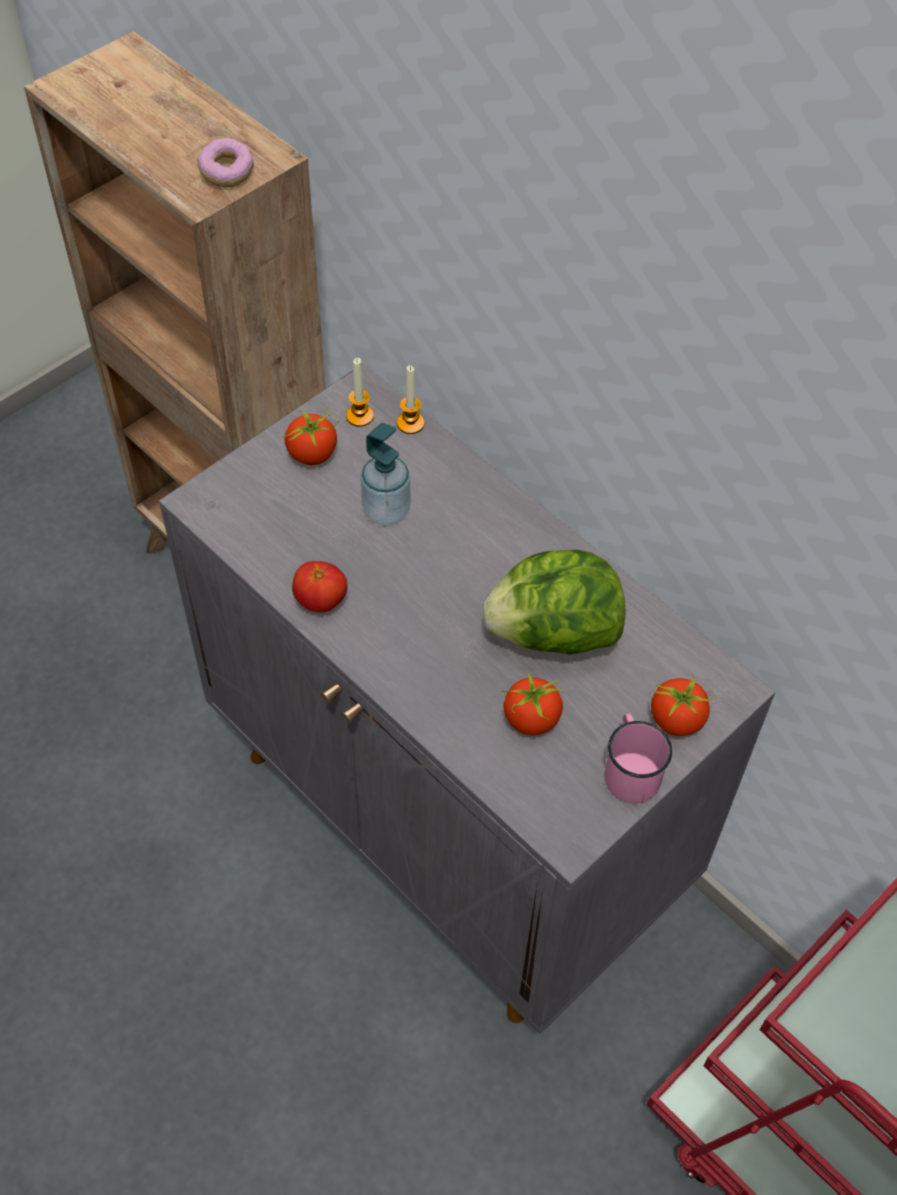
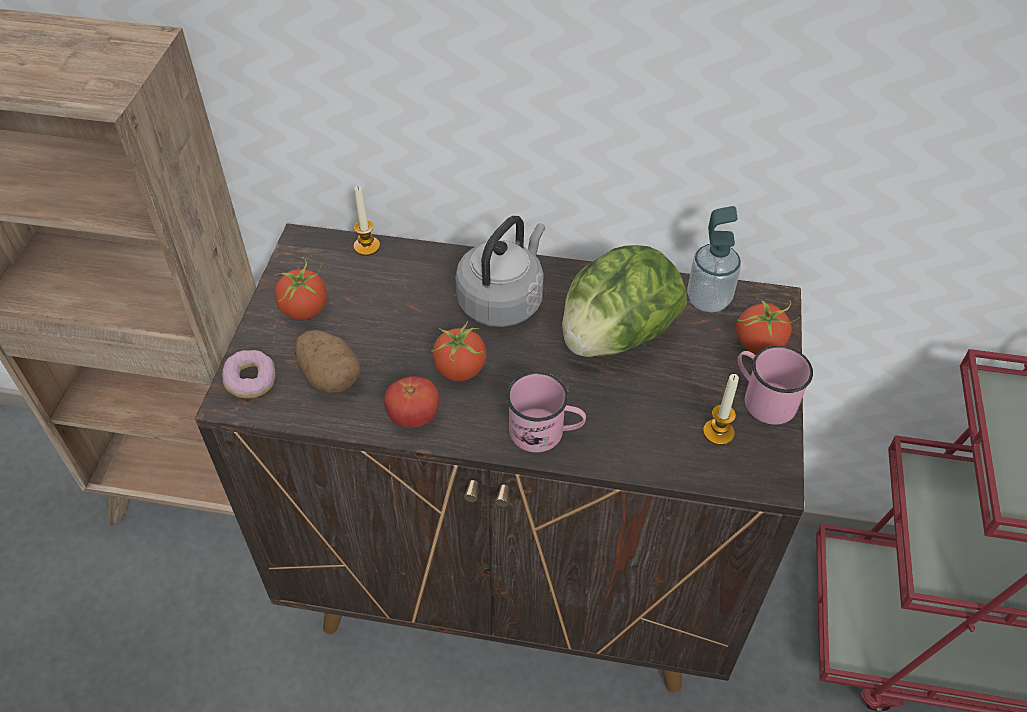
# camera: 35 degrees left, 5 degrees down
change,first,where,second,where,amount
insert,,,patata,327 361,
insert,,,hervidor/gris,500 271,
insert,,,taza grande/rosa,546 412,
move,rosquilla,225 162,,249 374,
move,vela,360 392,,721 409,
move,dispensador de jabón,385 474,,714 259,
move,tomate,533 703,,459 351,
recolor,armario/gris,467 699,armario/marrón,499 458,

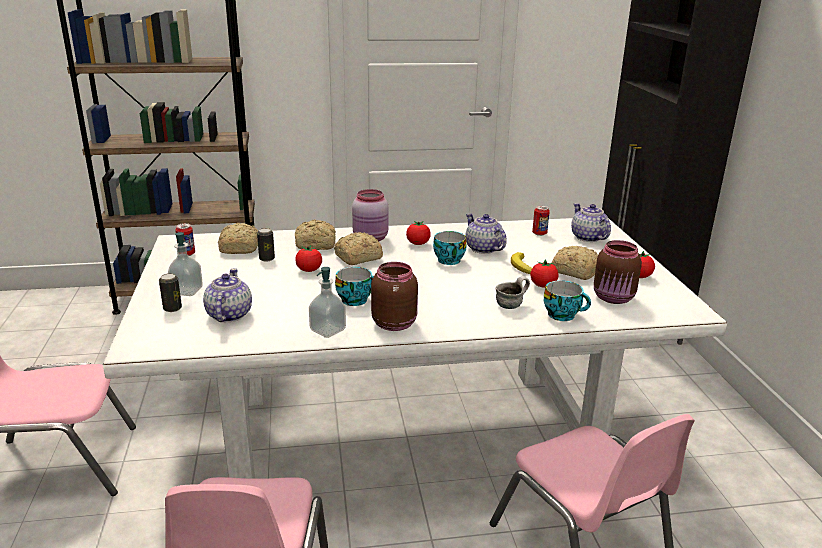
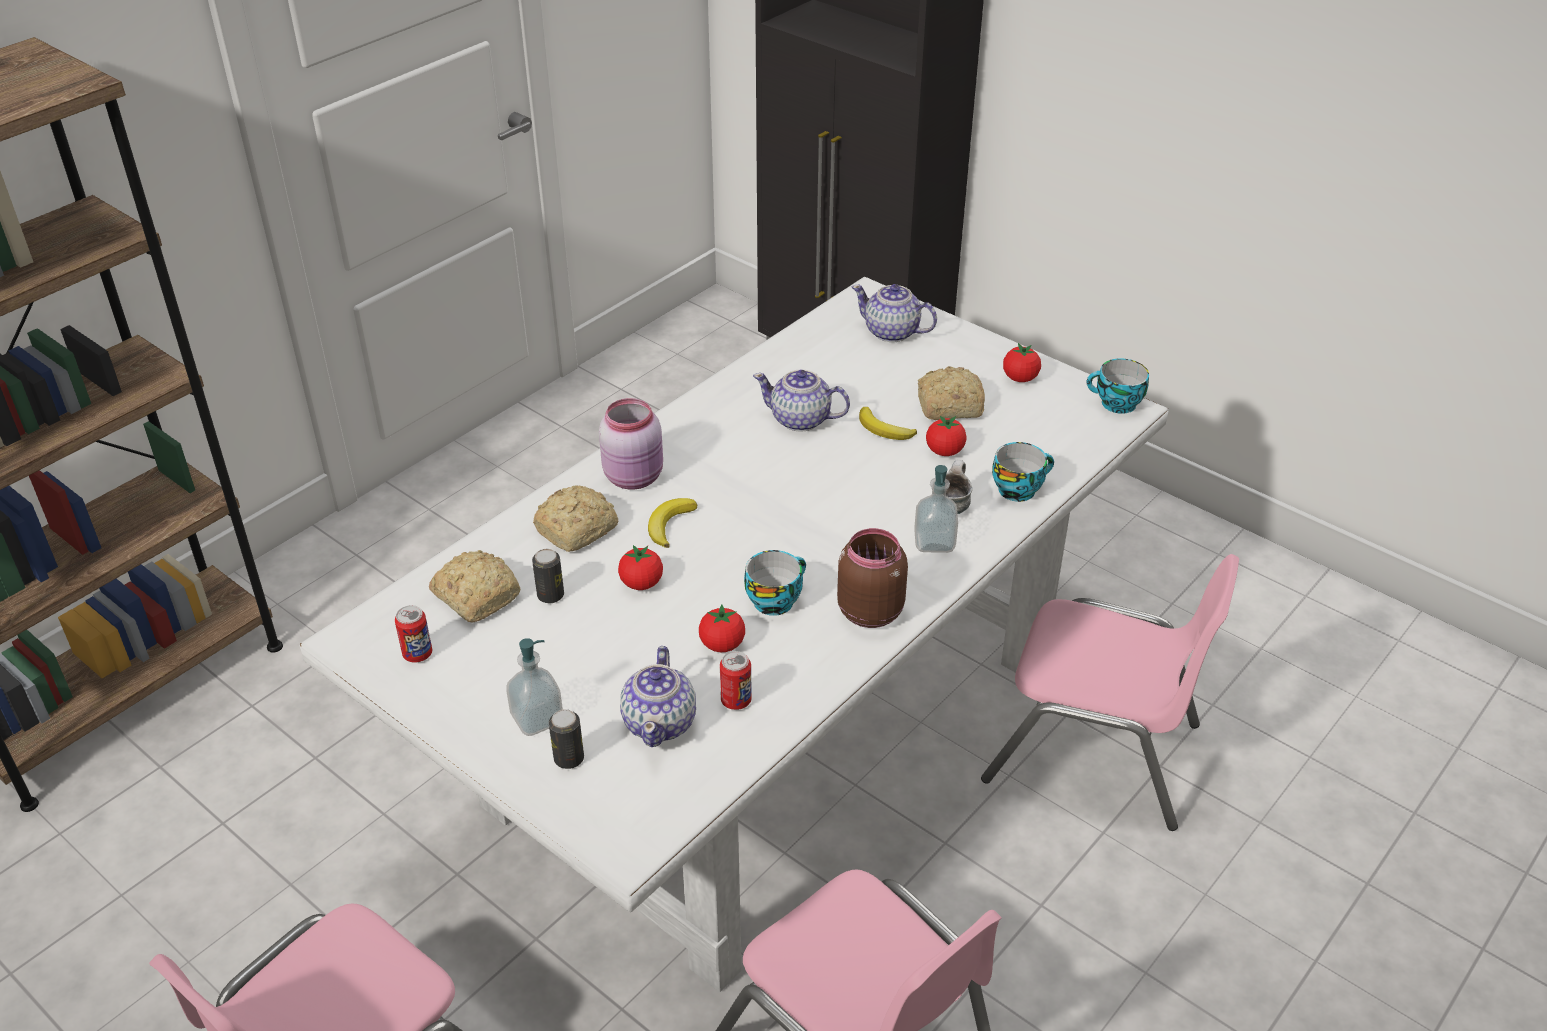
# camera: 40 degrees left, 15 degrees up
change,first,where,second,where,amount
delete,tarro/marrón,618 272,,,
move,dispensador de jabón,327 302,,936 509,
move,tomate,418 233,,722 628,
move,taza,450 248,,1117 386,
move,lata,541 220,,736 680,
replace,pan,358 248,plátano,672 523,
rotate,tetera,227 295,,658 696,135 degrees counterclockwise

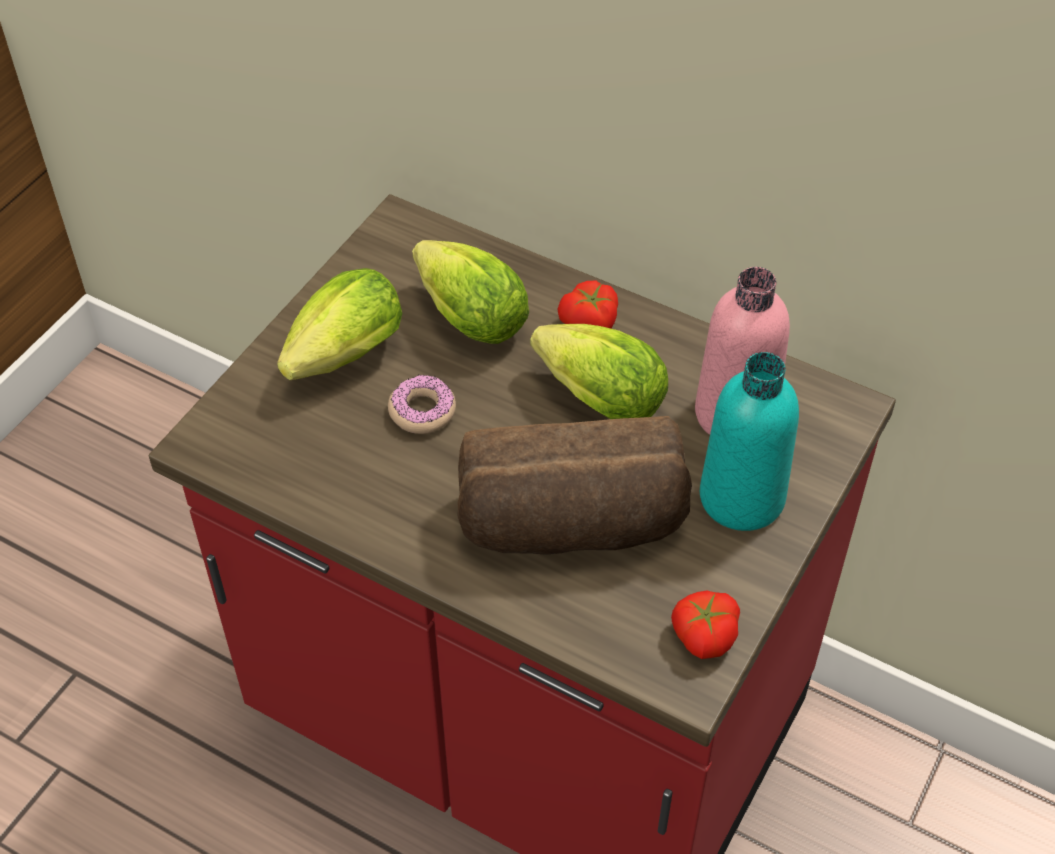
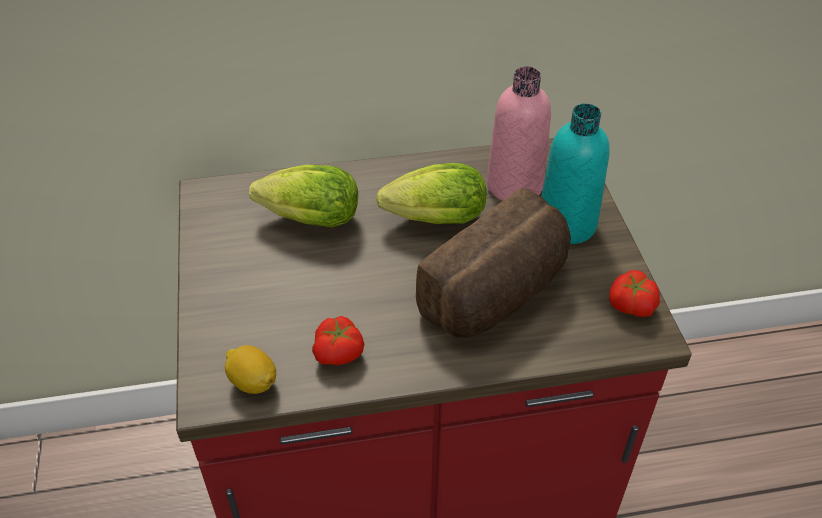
# camera: 40 degrees left, 5 degrees down
change,first,where,second,where,amount
delete,lechuga,339 324,,,
delete,rosquilla,422 404,,,
insert,,,limón,250 369,
move,tomate,587 304,,338 340,

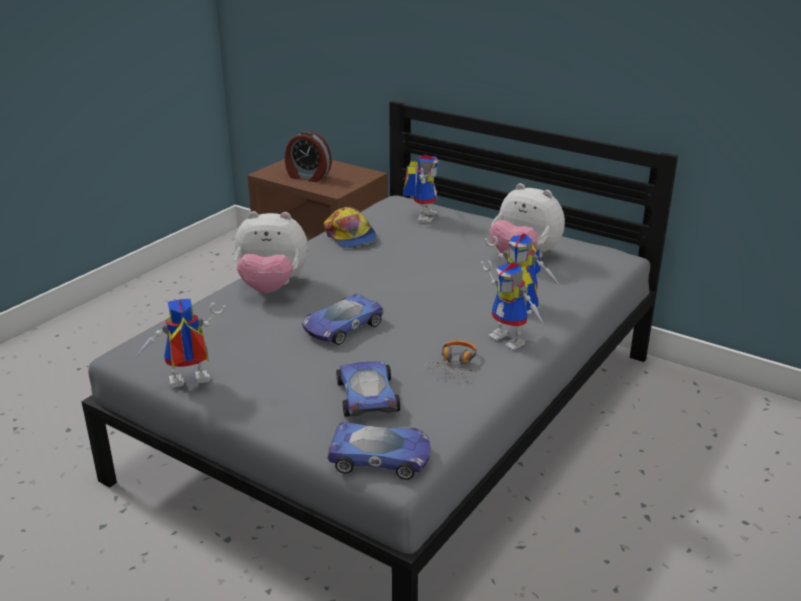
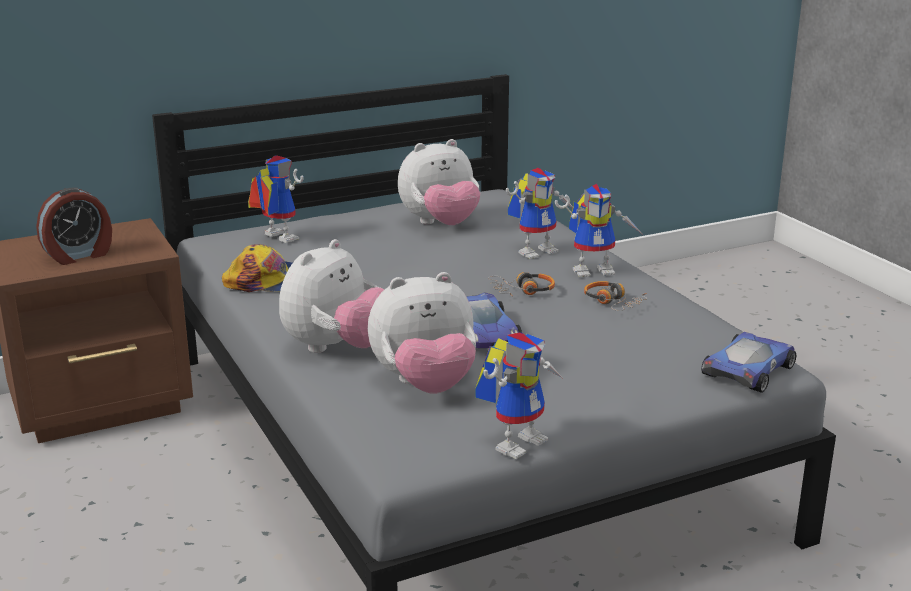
# camera: 60 degrees left, 5 degrees down
change,first,where,second,where,amount
delete,coche de juguete,368 389,,,
insert,,,peluche,422 332,
insert,,,auriculares,521 284,
rotate,robot de juguete,179 343,,518 395,150 degrees counterclockwise

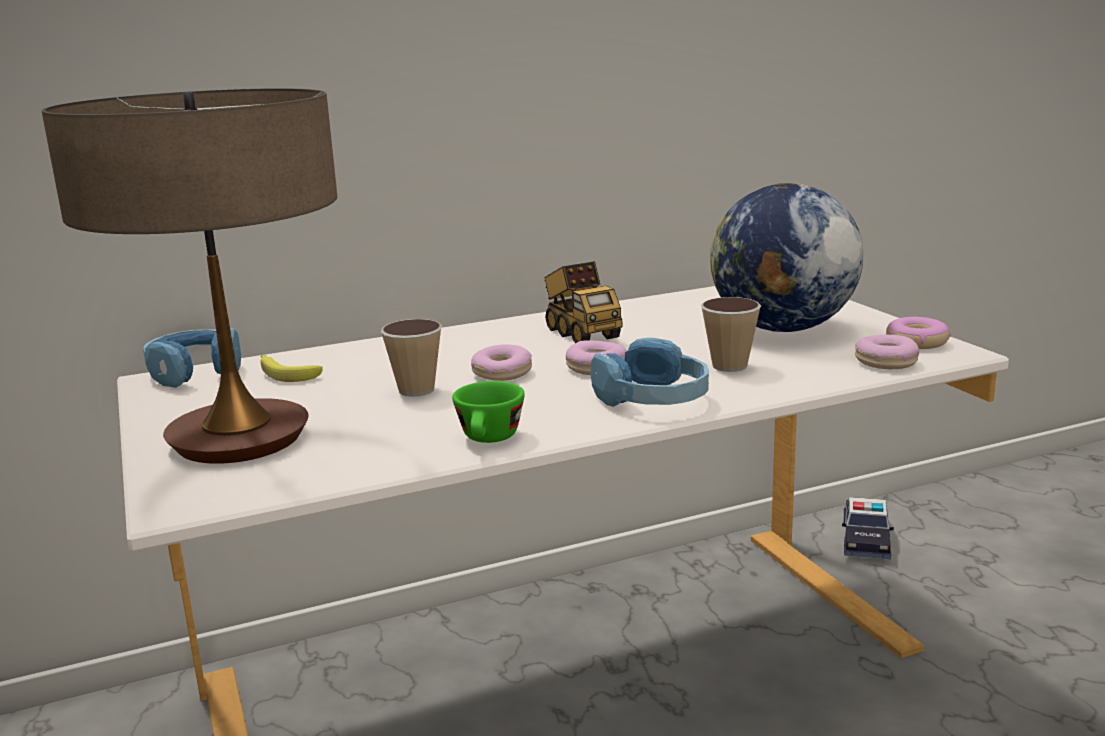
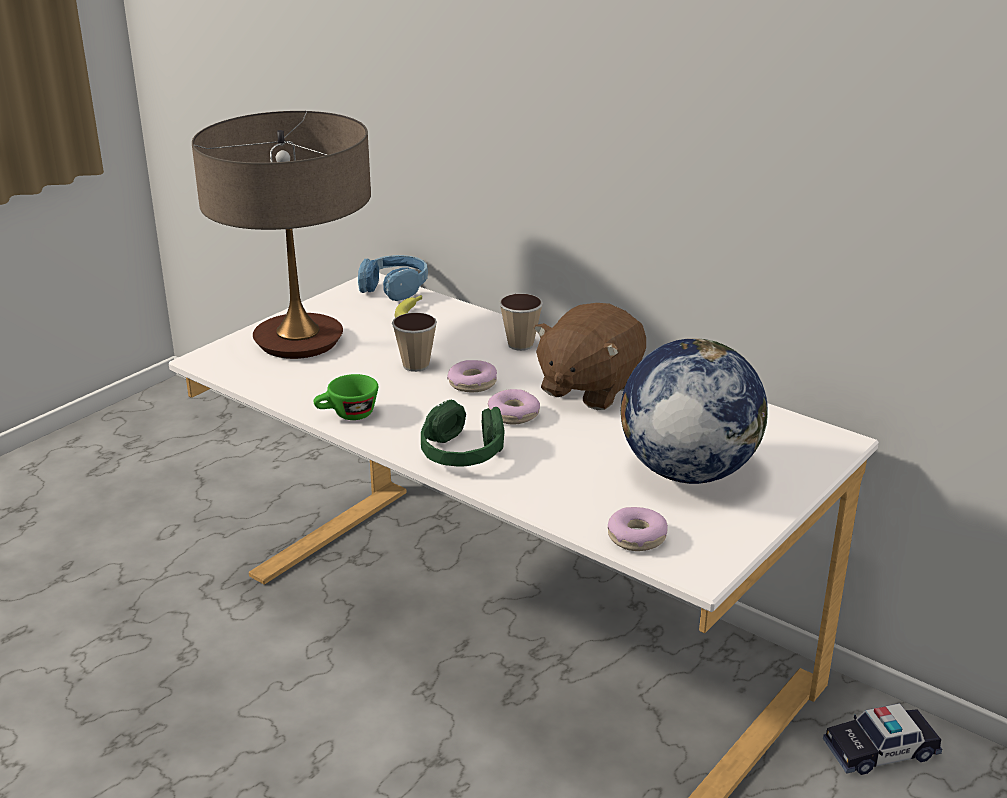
# camera: 60 degrees right, 10 degrees up
change,first,where,second,where,amount
delete,rosquilla,918 333,,,
move,taza,731 334,,521 322,
replace,camión de juguete,583 302,peluche/marrón,590 356,
recolor,auriculares/azul,649 372,auriculares/verde,463 433,

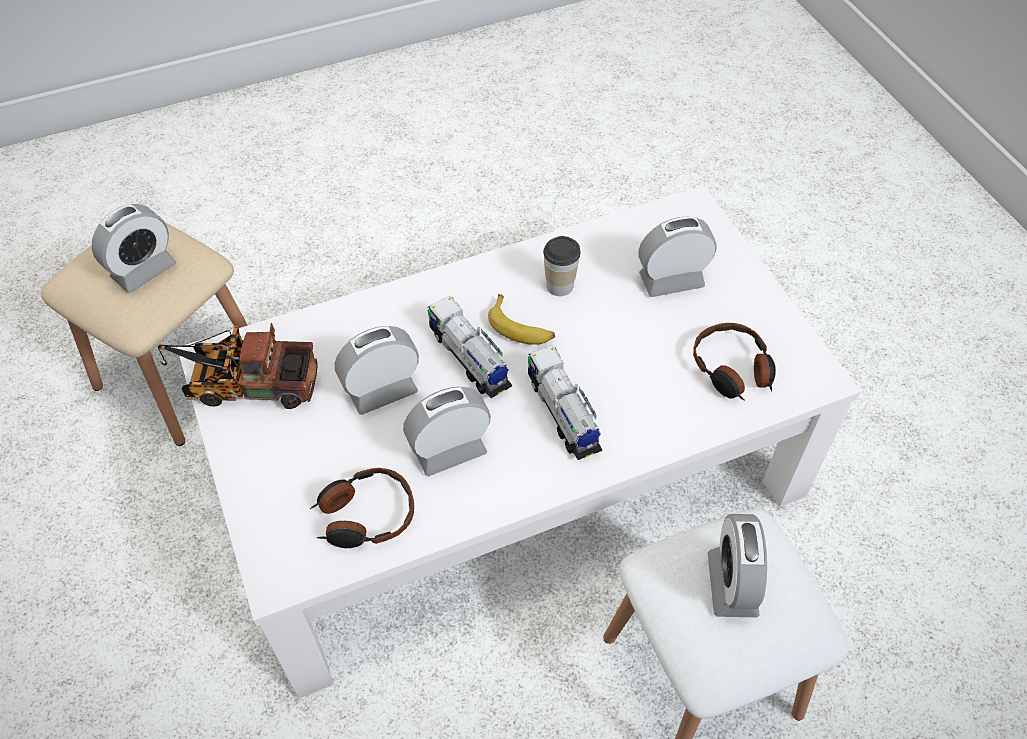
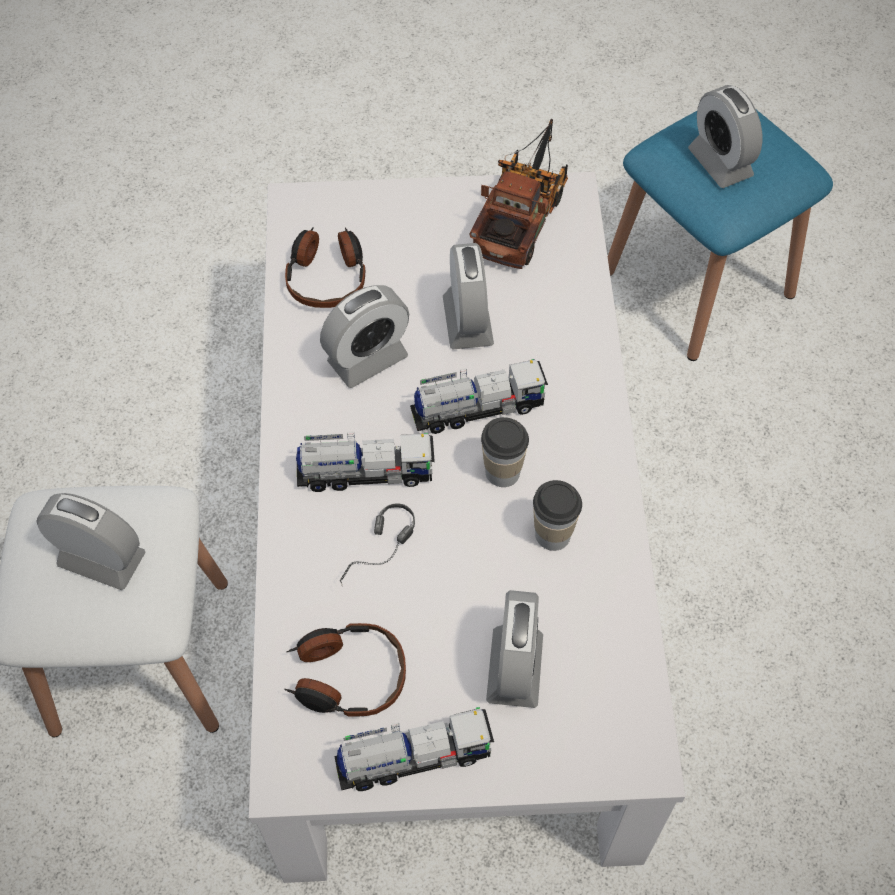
# camera: 110 degrees right, 5 degrees up
change,first,where,second,where,amount
insert,,,camión de juguete,414 749,
insert,,,auriculares,377 545,
replace,plátano,521 319,taza,505 452,
recolor,taburete/beis,144 334,taburete/azul,720 235,
rotate,despertador,447 431,,364 336,60 degrees clockwise

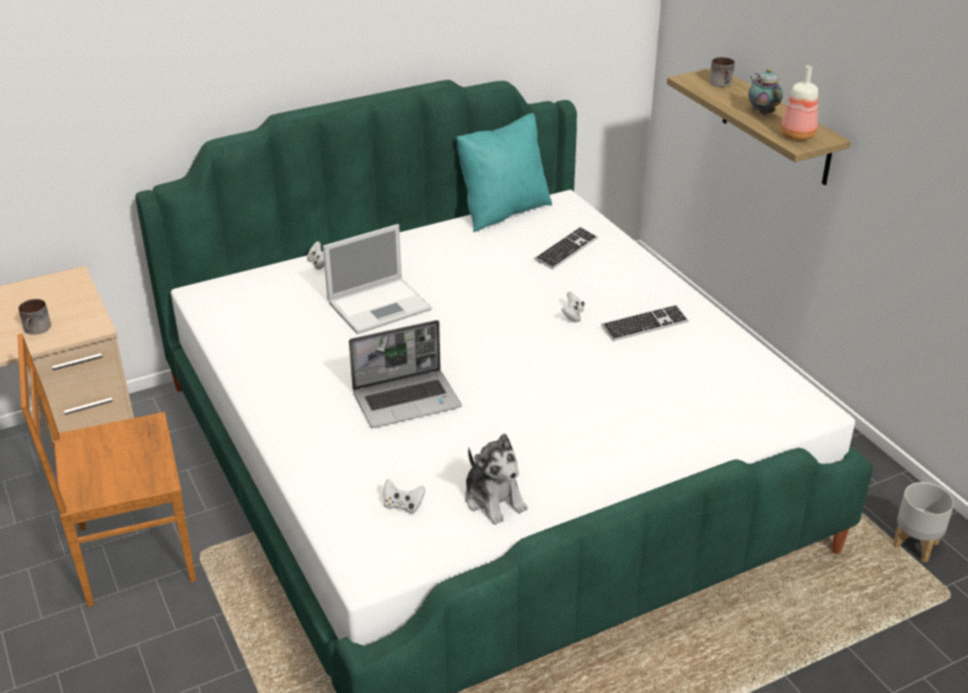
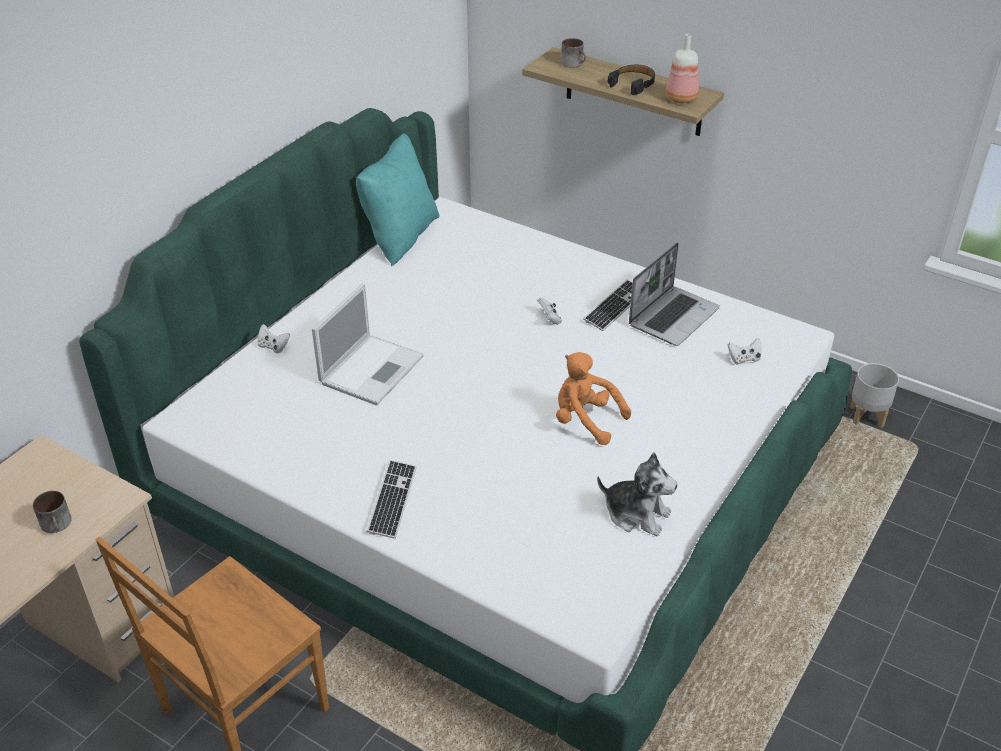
# camera: 30 degrees left, 5 degrees up
change,first,where,second,where,amount
insert,,,peluche/naranja,593 398,
move,portátil,405 374,,674 294,
move,mando de consola/blanco,404 496,,745 351,
move,teclado,566 248,,391 499,
replace,tetera,765 91,auriculares/negro,631 80,

